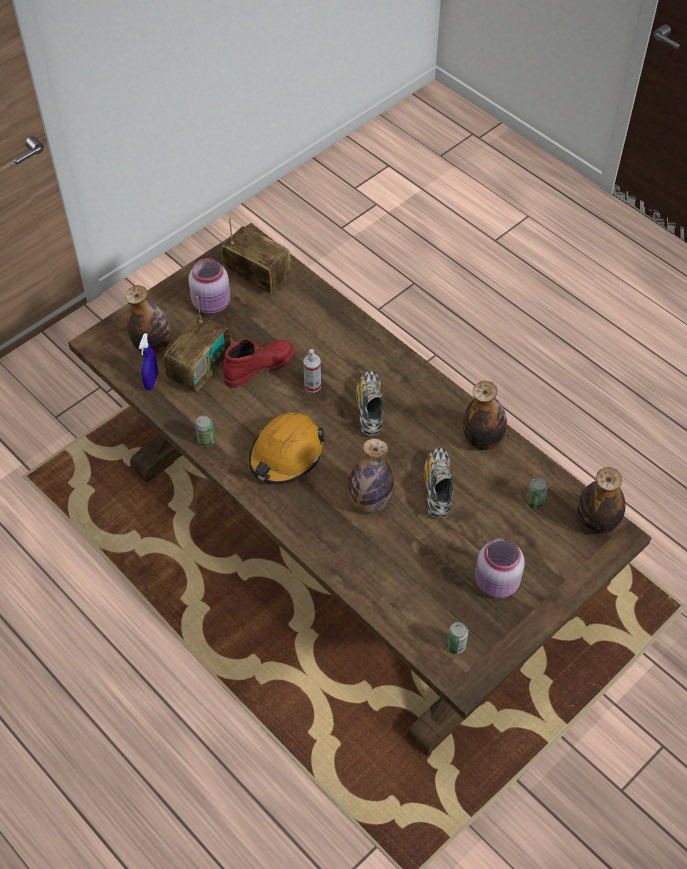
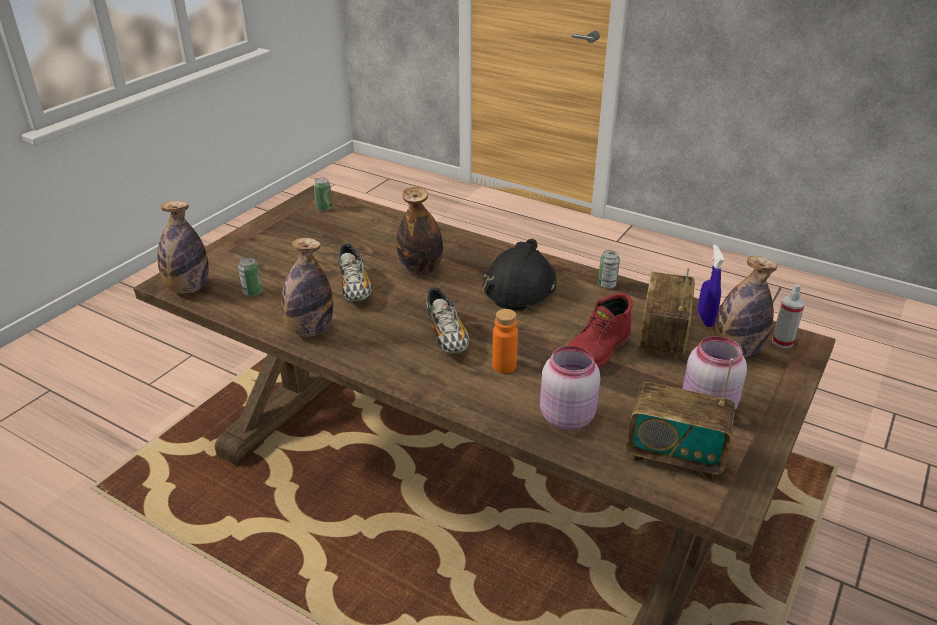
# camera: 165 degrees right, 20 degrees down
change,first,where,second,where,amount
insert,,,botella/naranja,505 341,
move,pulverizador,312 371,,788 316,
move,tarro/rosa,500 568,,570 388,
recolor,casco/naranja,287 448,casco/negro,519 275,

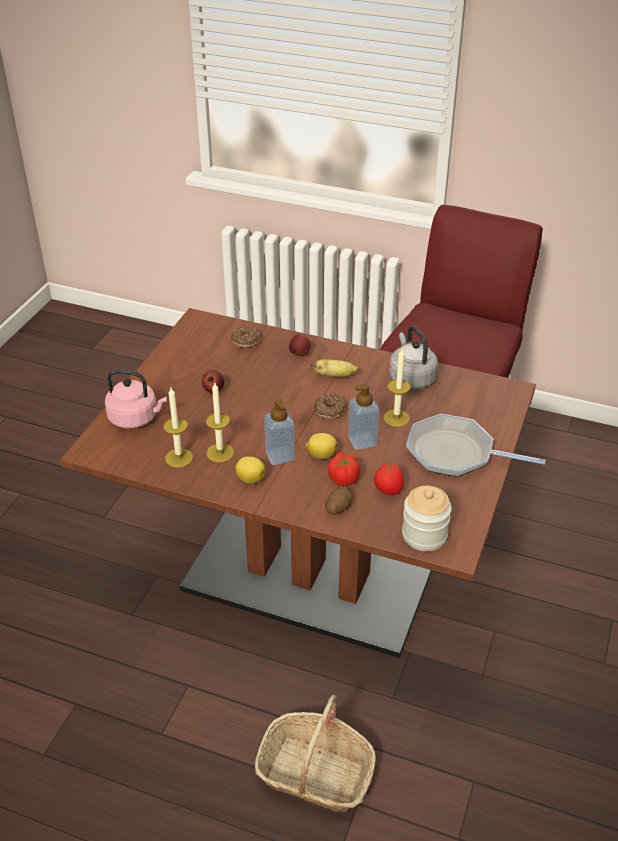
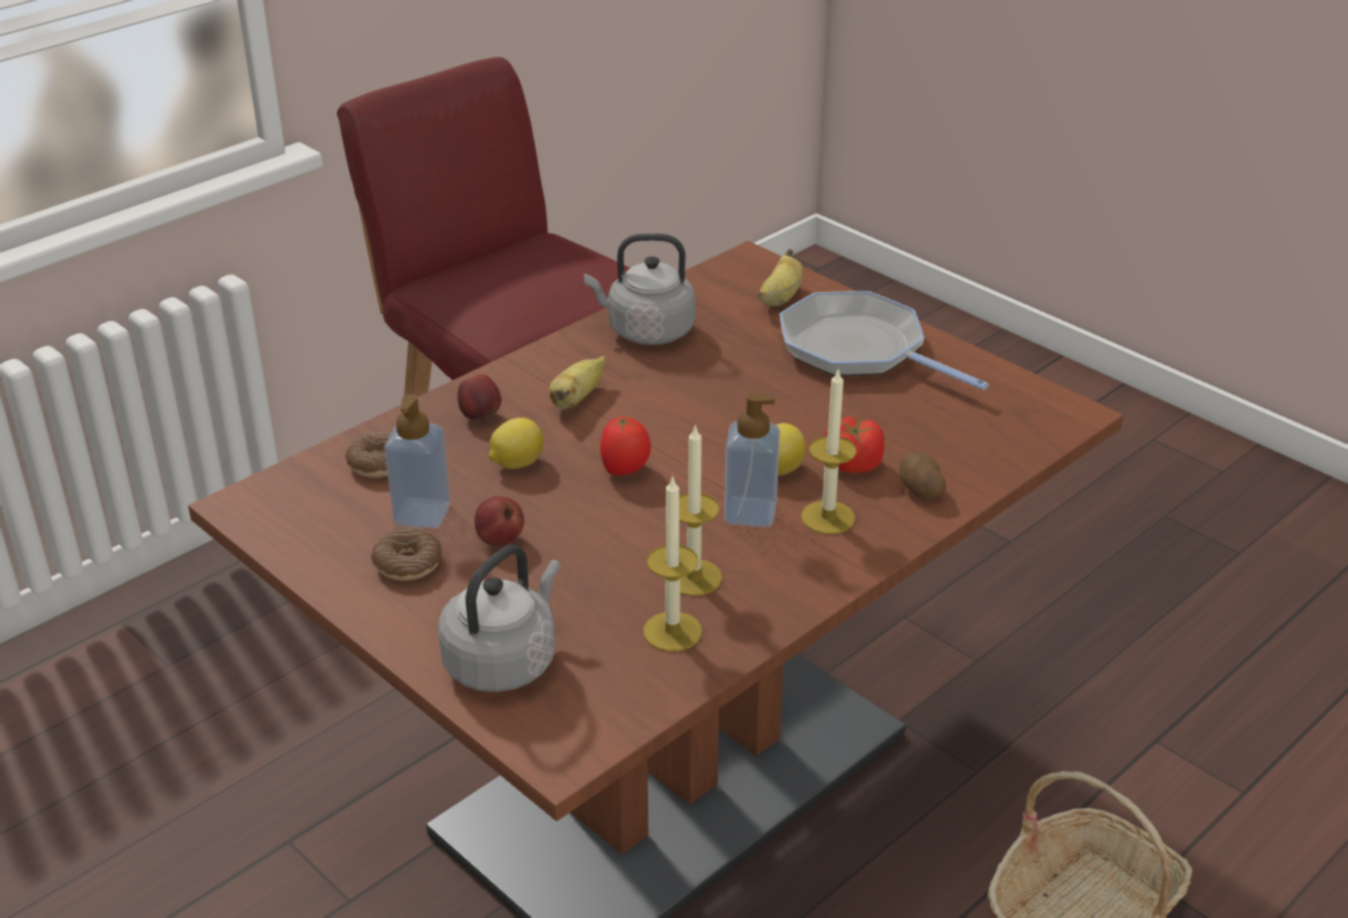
# camera: 65 degrees left, 5 degrees down
change,first,where,second,where,amount
delete,tarro,427 518,,,
insert,,,plátano,780 277,
move,limón,250 470,,516 443,
move,rosquilla,330 406,,406 554,
move,dispensador de jabón,363 417,,417 461,
move,tomate,389 479,,625 446,
move,vela,397 388,,828 451,
recolor,hervidor/rosa,136 398,hervidor/gris,499 618,
rotate,sartén,476 445,,883 340,90 degrees clockwise

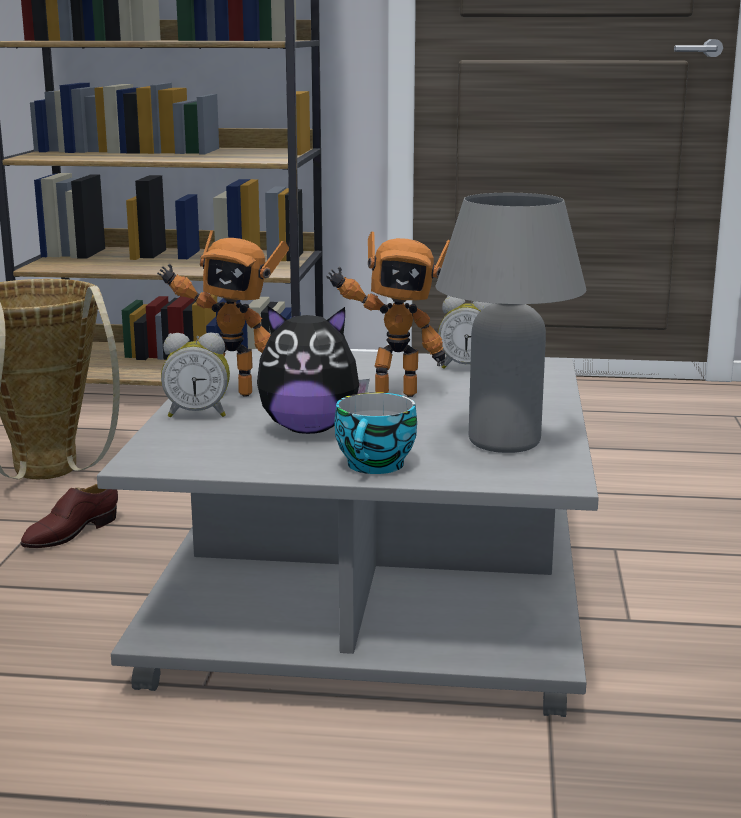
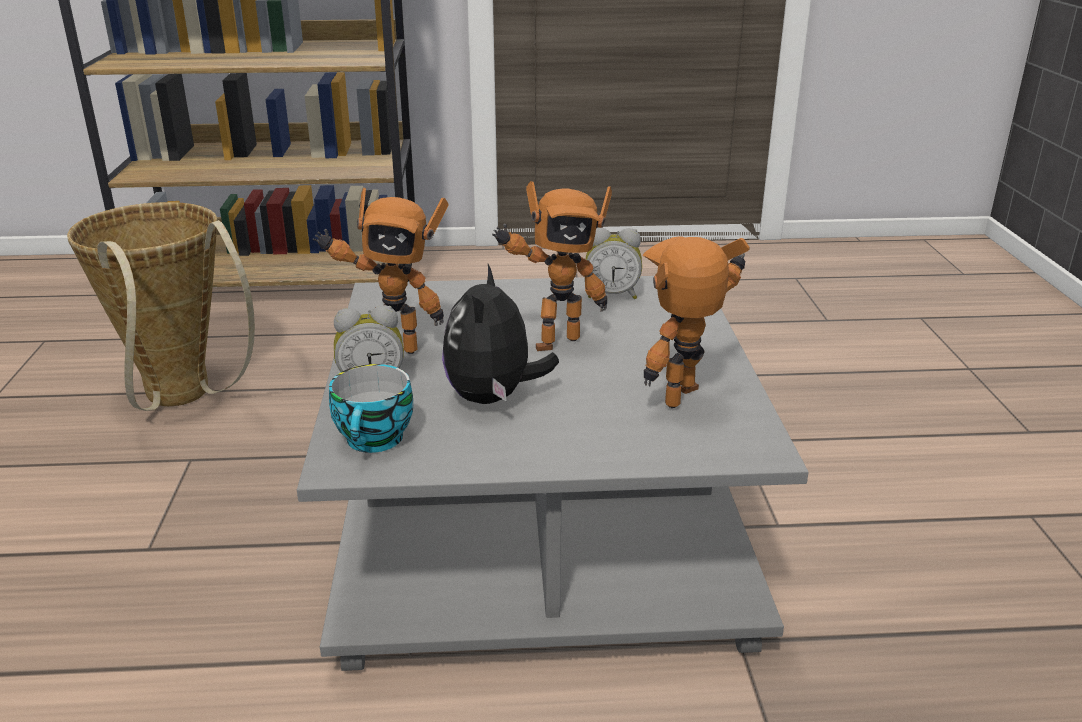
# camera: 10 degrees left, 10 degrees up
change,first,where,second,where,amount
delete,zapato/marrón,69 516,,,
move,taza,375 433,,371 408,
replace,lámpara de mesa/gris,511 323,robot de juguete,696 322,
rotate,peluche,313 370,,500 334,105 degrees clockwise

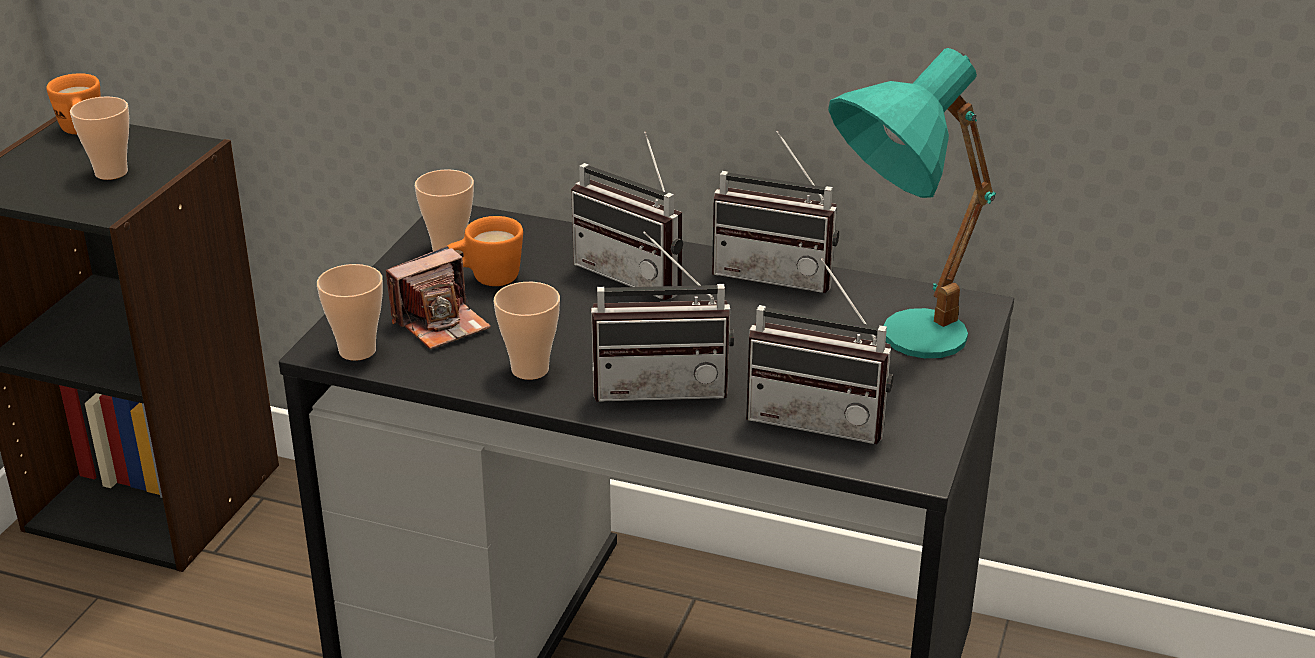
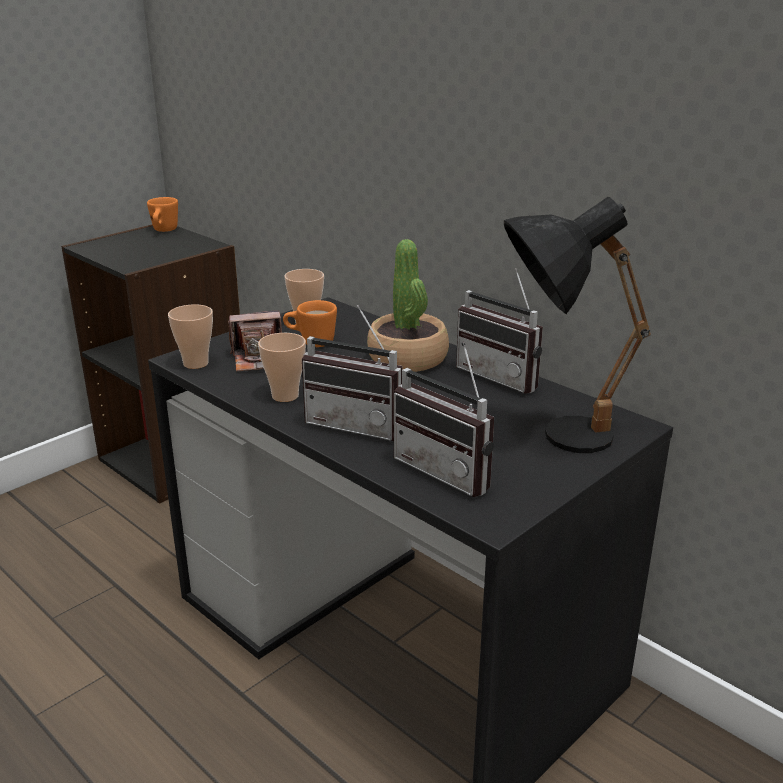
# camera: 25 degrees right, 5 degrees down
change,first,where,second,where,amount
delete,taza,99 138,,,
replace,radio,627 216,planta en maceta,408 305,
recolor,lámpara de mesa/turquesa,912 203,lámpara de mesa/negro,577 325,

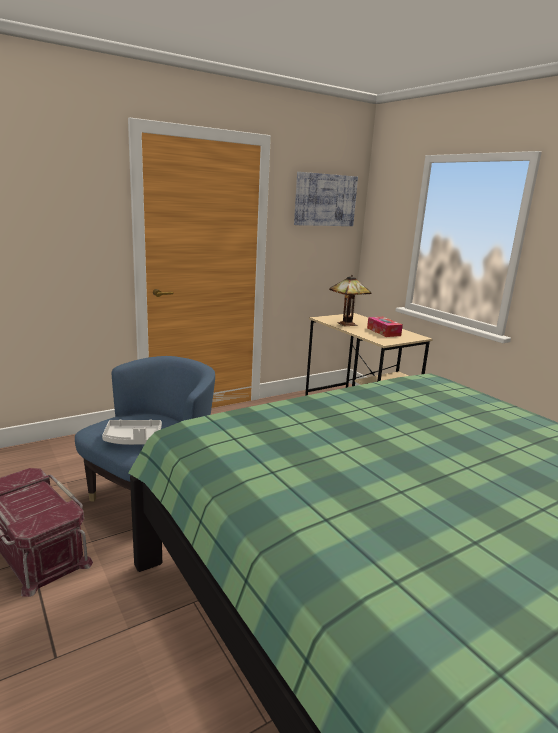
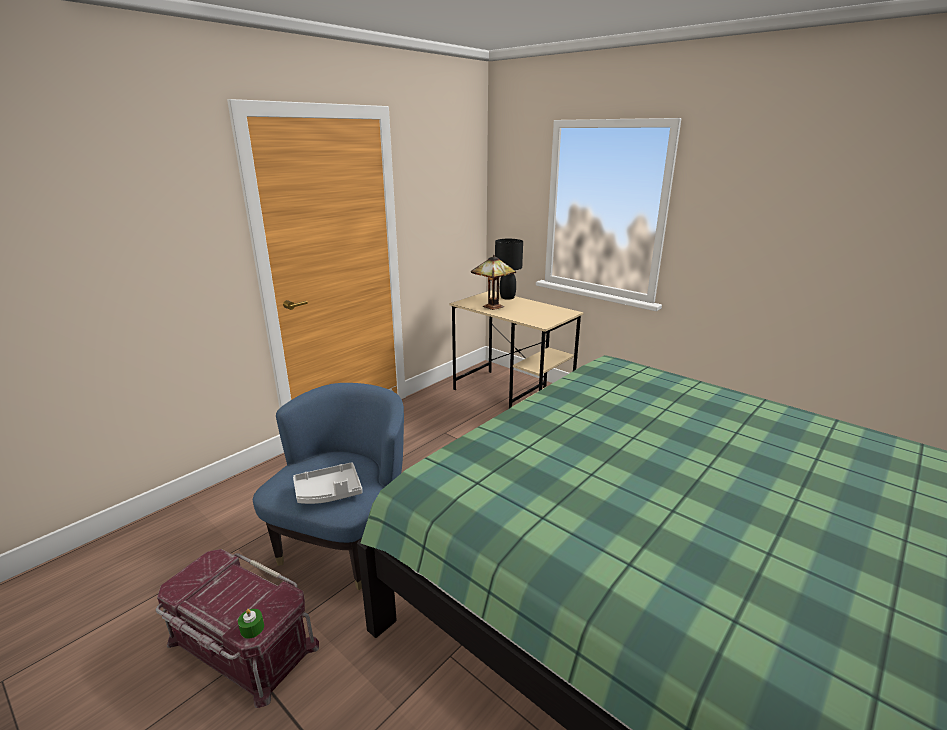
# camera: 15 degrees left, 5 degrees up
change,first,where,second,where,amount
delete,cuadro,326 199,,,
delete,caja de pañuelos,385 327,,,
insert,,,vela/verde,251 623,
insert,,,lámpara de mesa/negro,509 269,

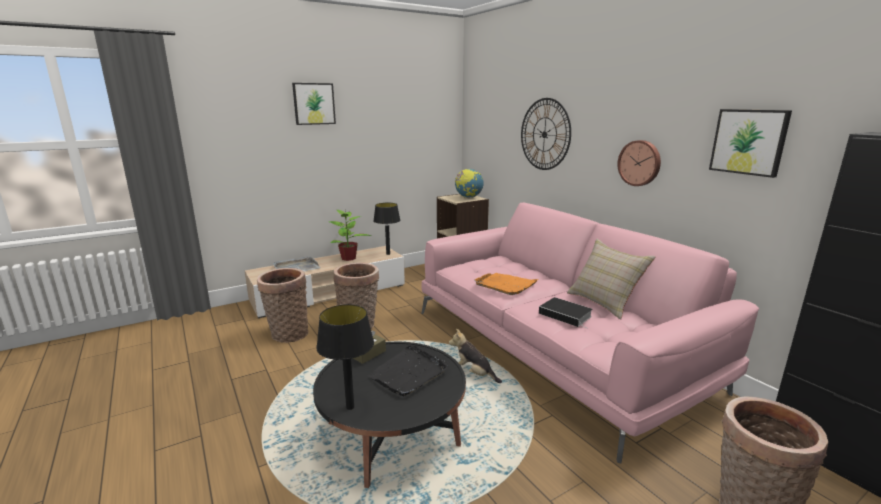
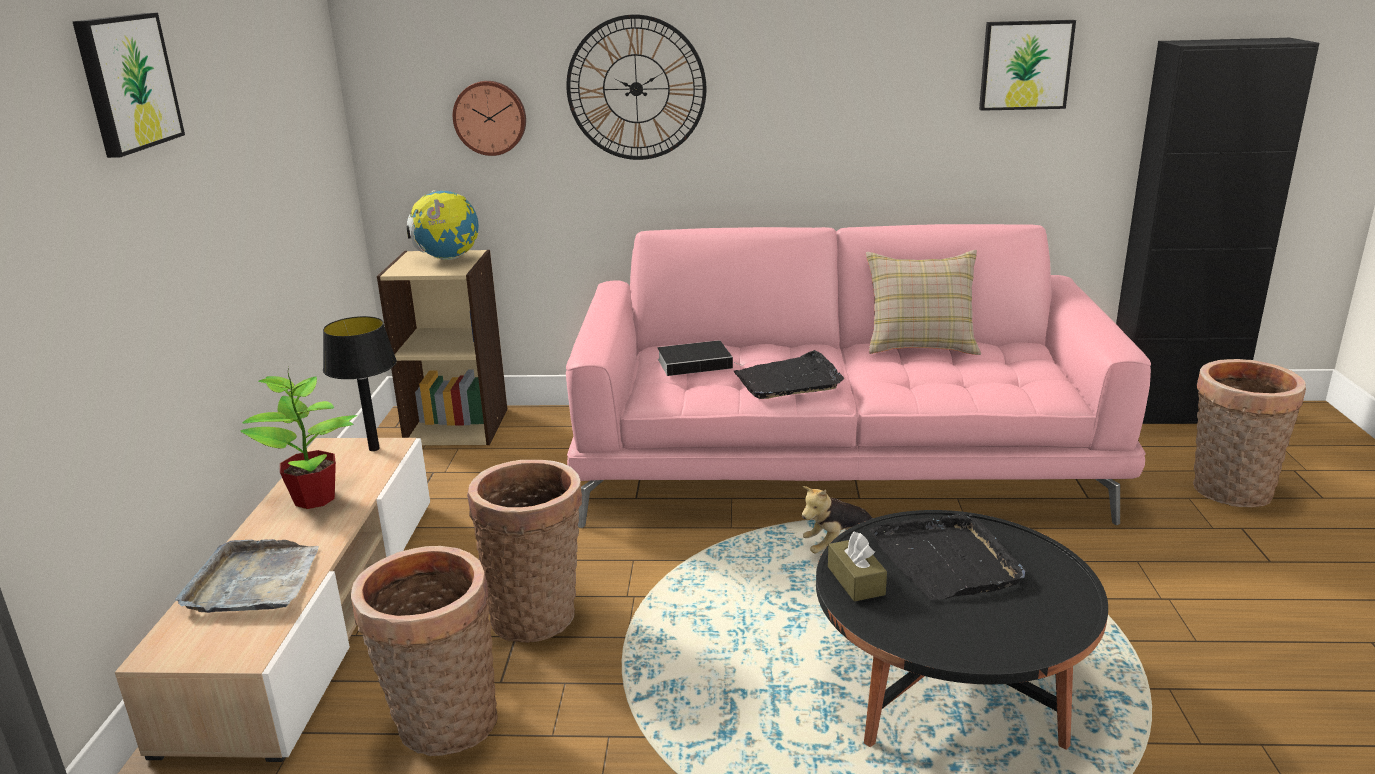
# camera: 55 degrees left, 5 degrees up
change,first,where,second,where,amount
delete,lámpara de mesa/negro,345 357,,,
move,libro,566 313,,700 358,
move,reloj de pared,639 163,,489 118,
recolor,bandeja/naranja,506 284,bandeja/negro,789 374,

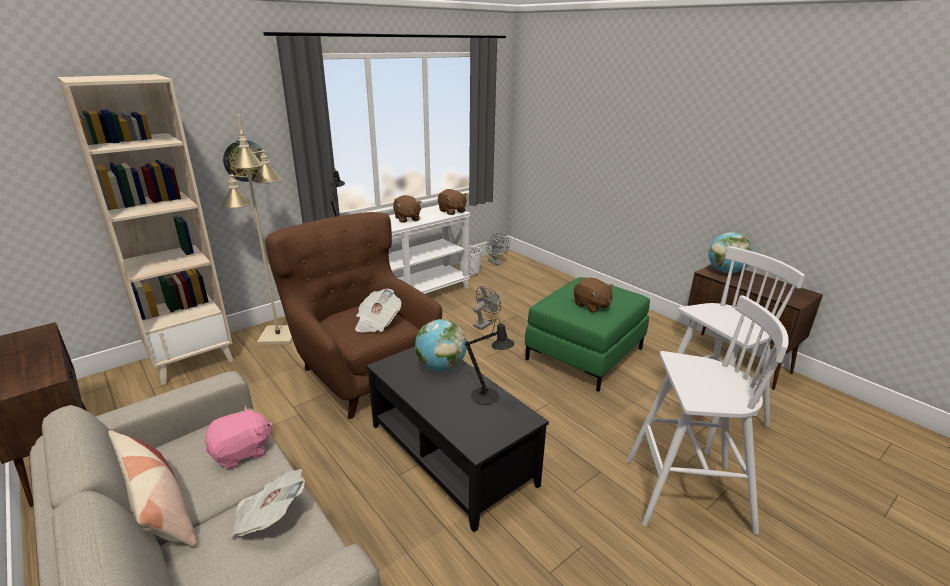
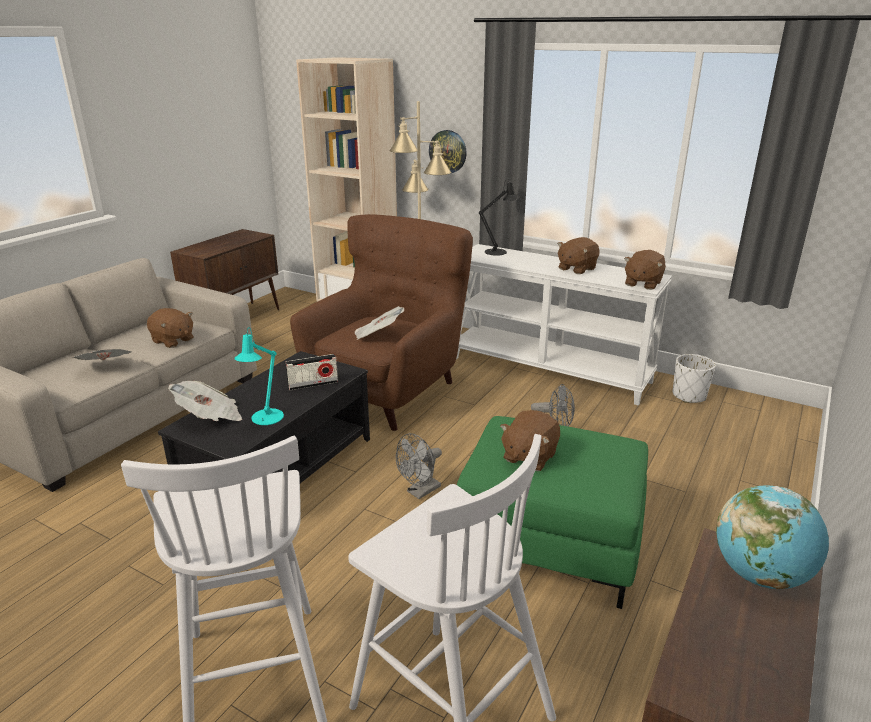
# camera: 70 degrees right, 0 degrees up
change,first,where,second,where,amount
delete,cojín,153 488,,,
insert,,,periódico,205 401,
move,ventilador/gris,498 249,,419 466,
replace,globo terráqueo,441 345,radio,311 372,
recolor,peluche/rosa,239 437,peluche/marrón,170 328,
recolor,lámpara de mesa/negro,490 362,lámpara de mesa/turquesa,259 376,

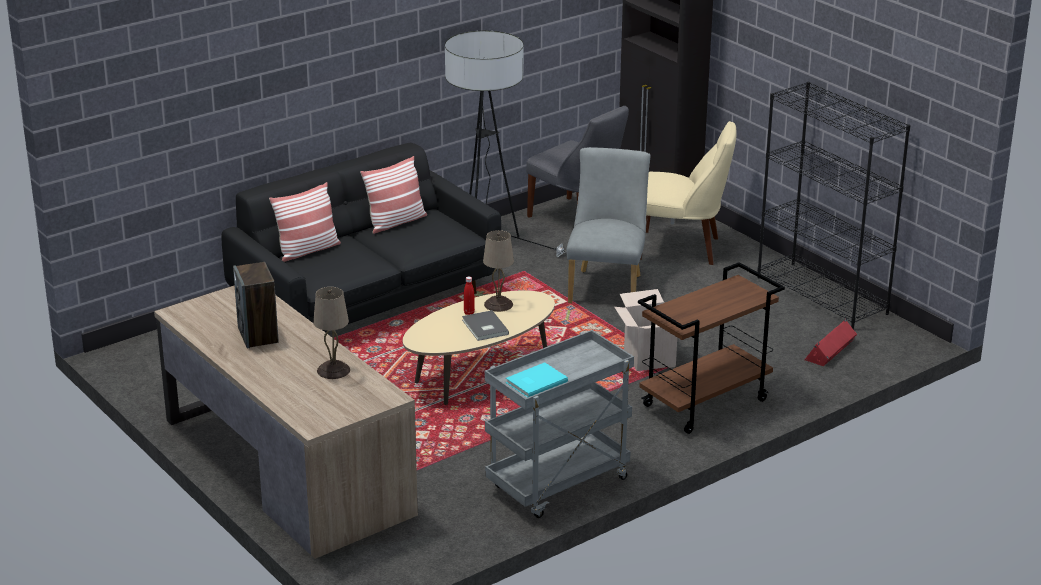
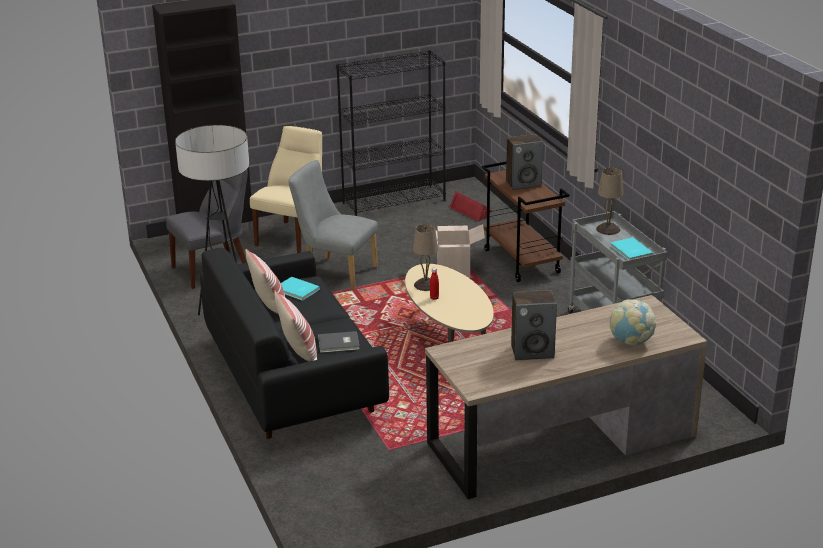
# camera: 75 degrees left, 0 degrees up
change,first,where,second,where,amount
insert,,,libro/turquesa,300 289,
insert,,,altavoz,524 162,
insert,,,globo terráqueo,633 322,
move,lámpara de mesa/beis,331 333,,609 201,
move,libro/gris,485 325,,339 342,

